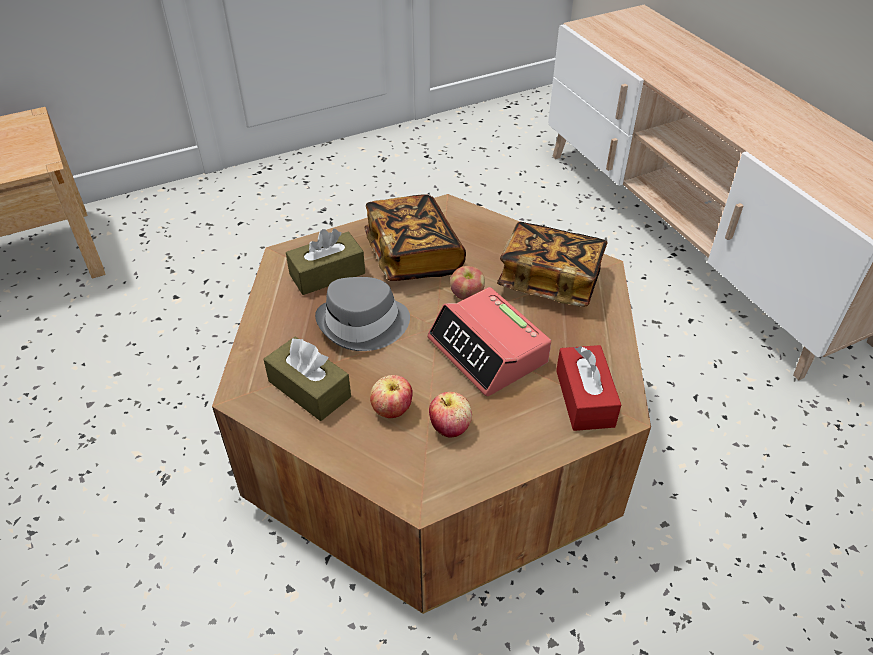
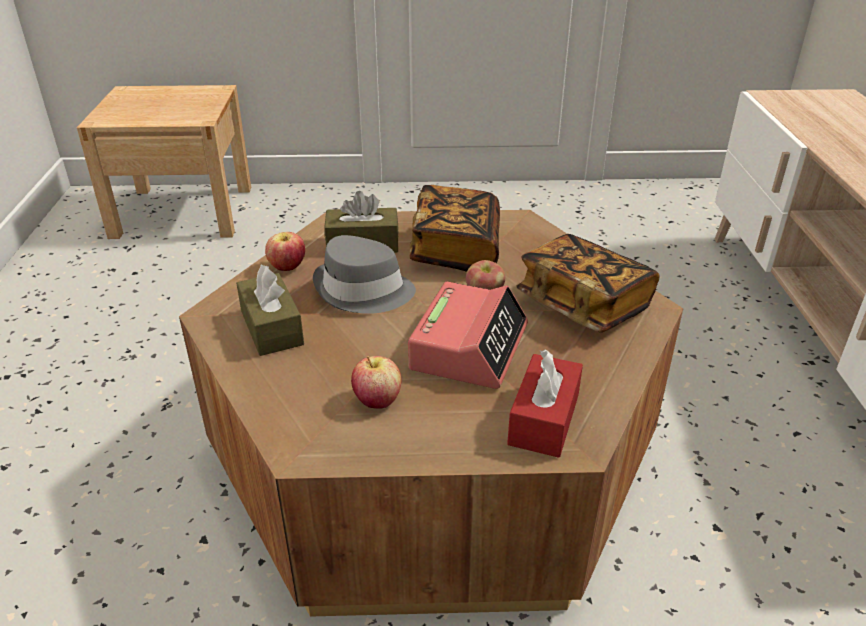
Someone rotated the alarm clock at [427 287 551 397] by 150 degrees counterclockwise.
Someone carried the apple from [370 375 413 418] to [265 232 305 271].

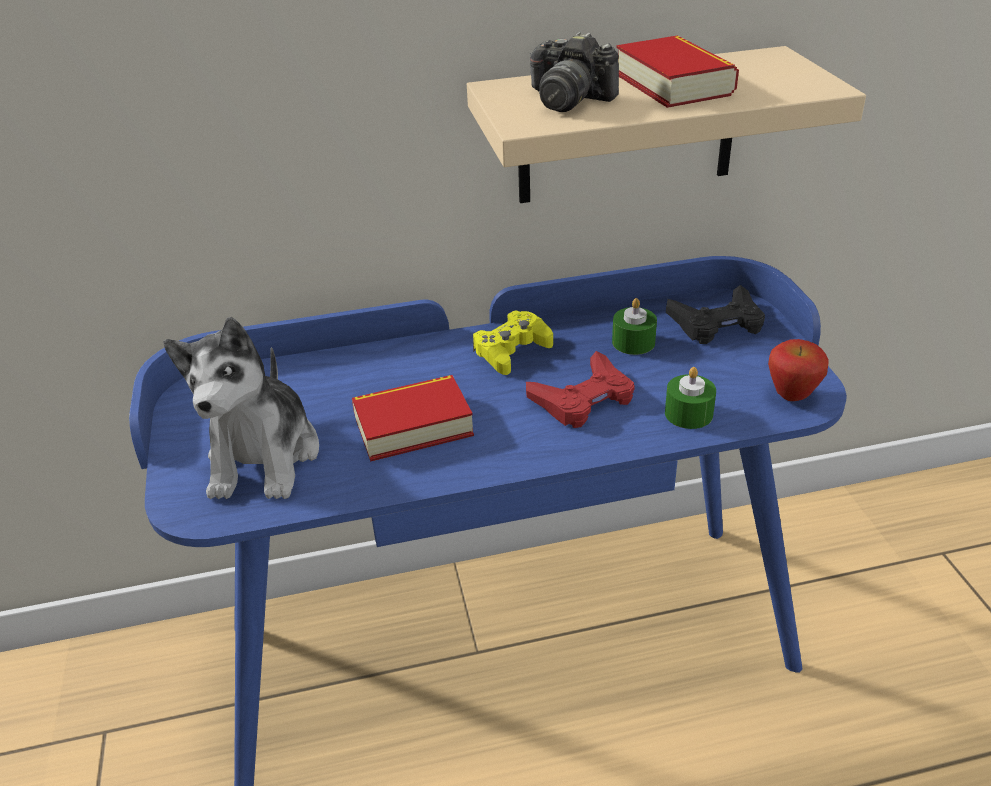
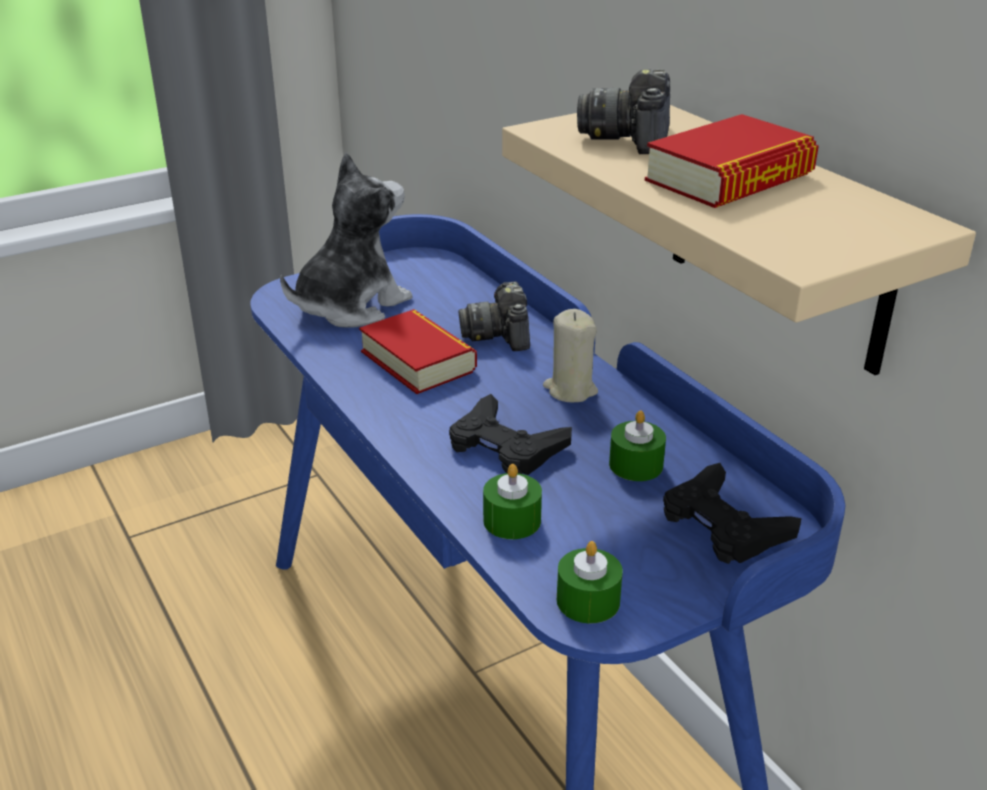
Someone swapped the yellow game controller at [473 310 553 375] for the beige candle at [543 309 598 402].
Someone rotated the plush toy at [163 317 319 499] by 150 degrees clockwise.
Someone swapped the apple at [768 339 829 401] for the green candle at [557 541 623 623].
Someone repainted the red game controller at [526 351 635 428], which became the black game controller at [449 394 572 475].
Someone put down the photo camera at [458 282 530 351].

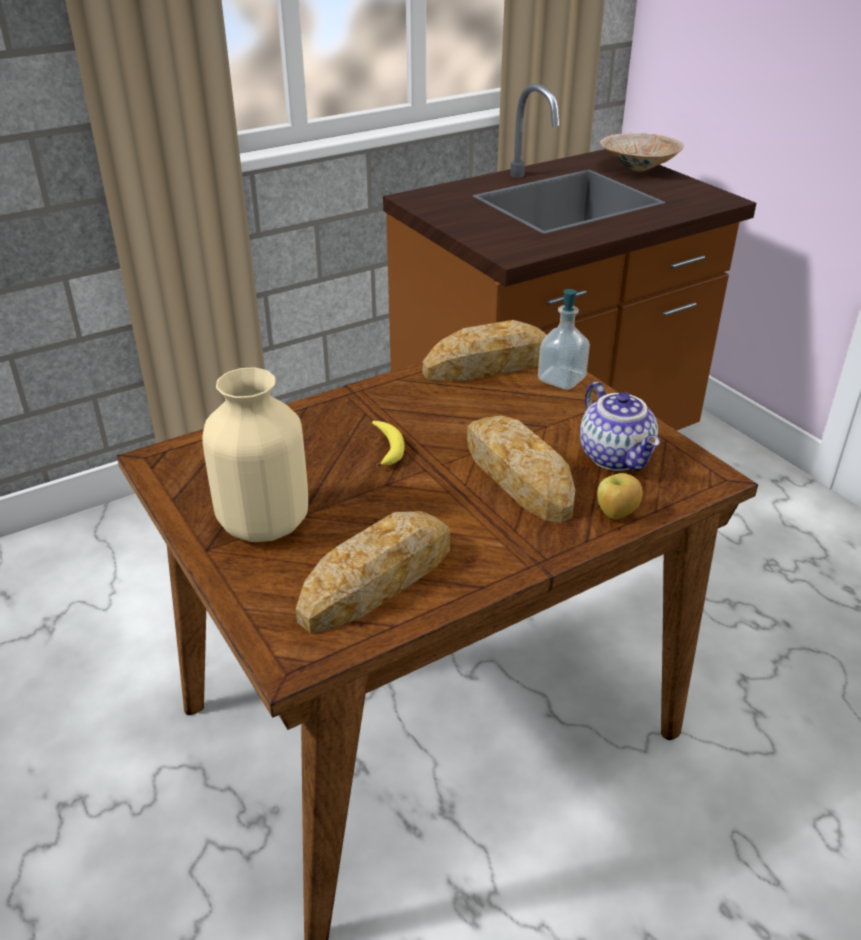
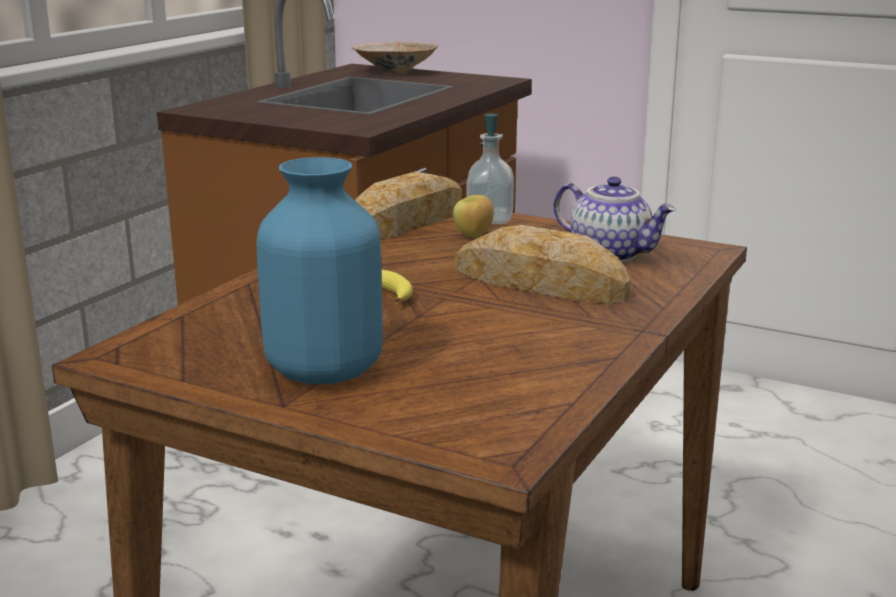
Someone repainted the beige vase at [202 367 308 542], which became the blue vase at [256 157 383 384].
Someone carried the apple from [597 473 643 519] to [453 195 494 238].
Someone took away the bread at [296 511 450 634].

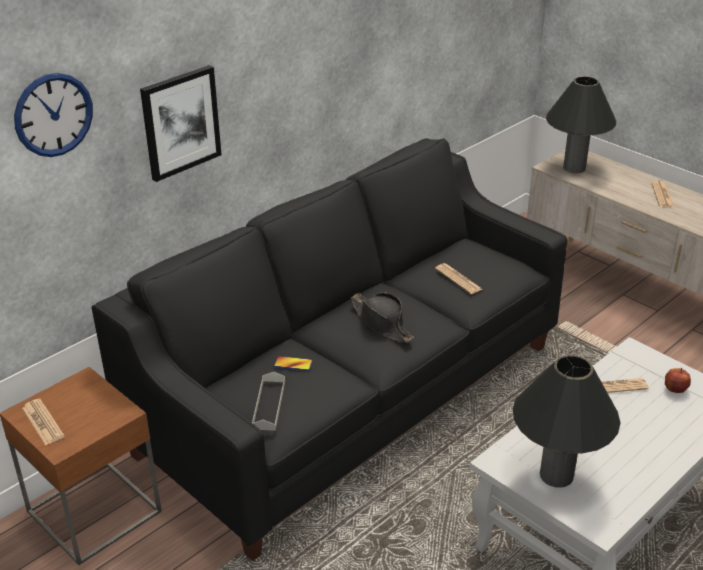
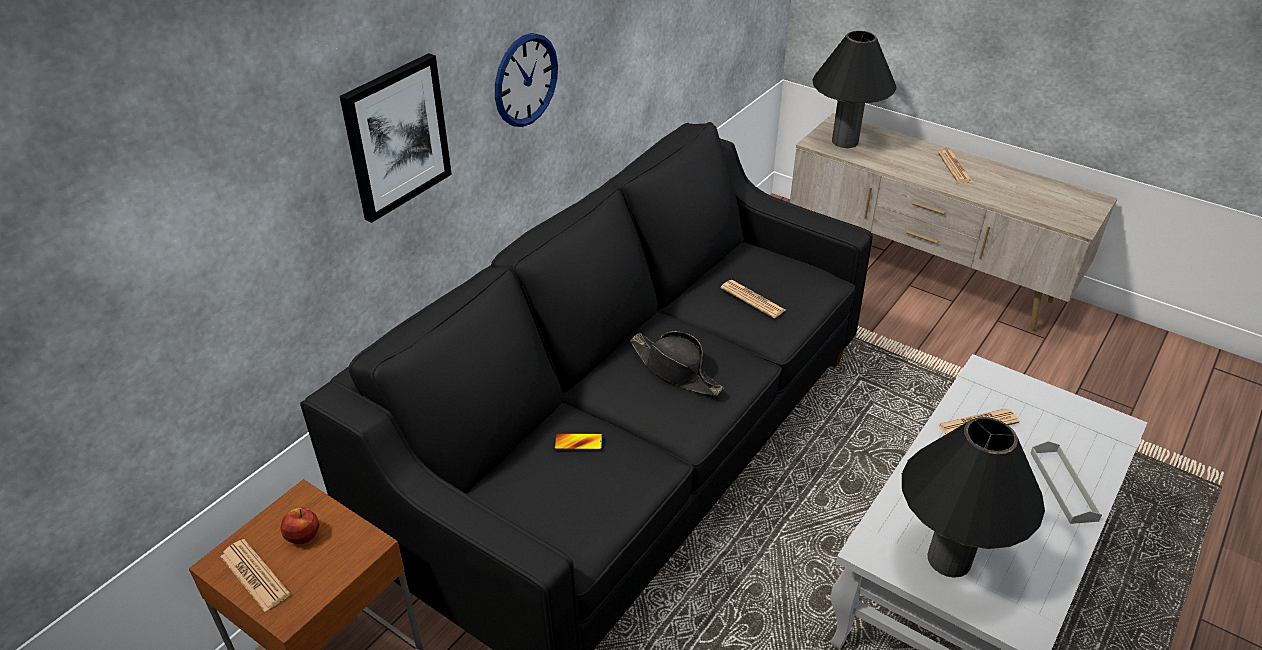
Someone carried the wall clock from [14 73 93 157] to [495 33 558 127].
Someone carried the apple from [665 368 691 393] to [280 508 320 544].
Someone carried the grey tray from [252 372 285 431] to [1030 441 1102 524].

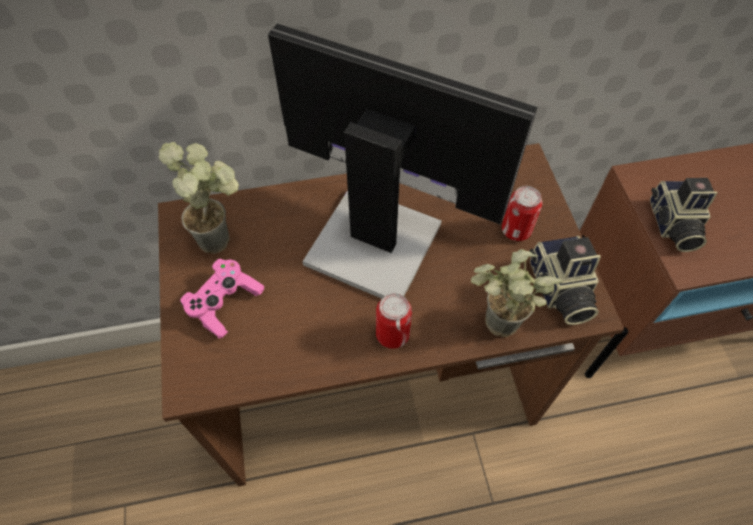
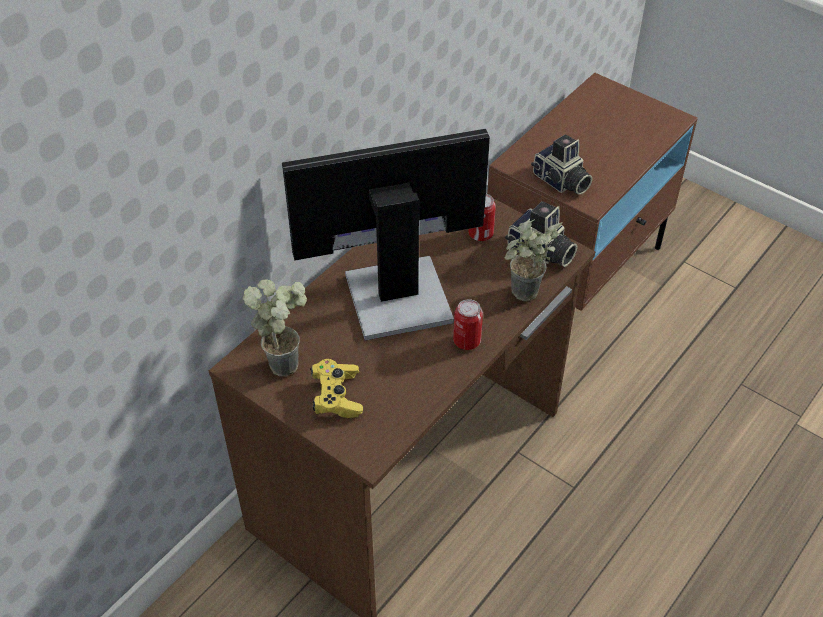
Someone repainted the pink game controller at [180 259 264 339], which became the yellow game controller at [310 359 363 418].

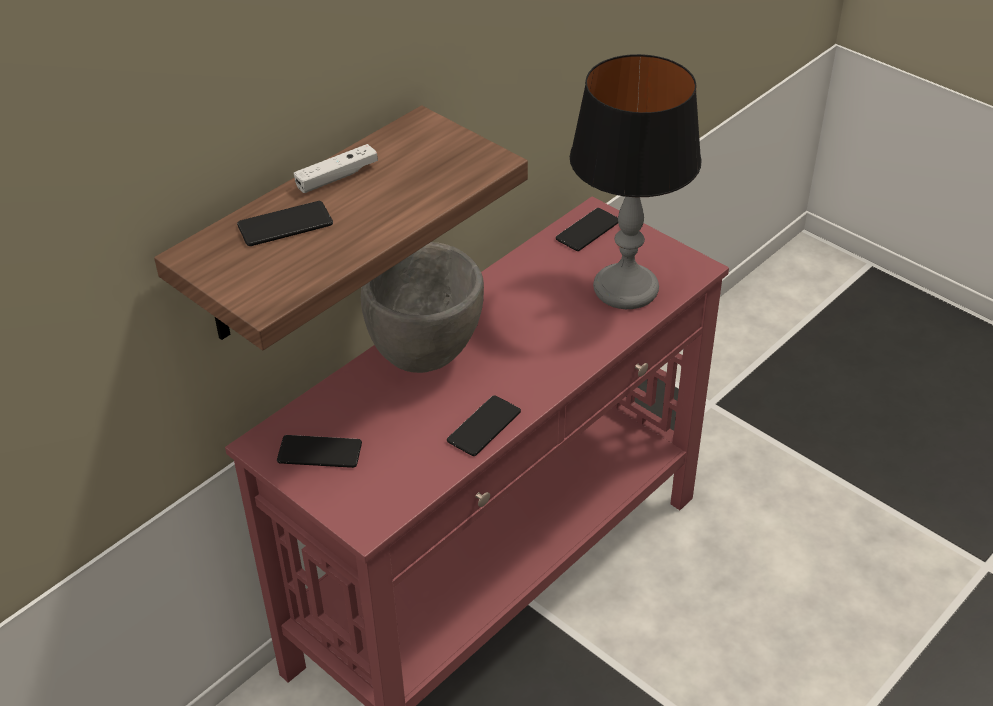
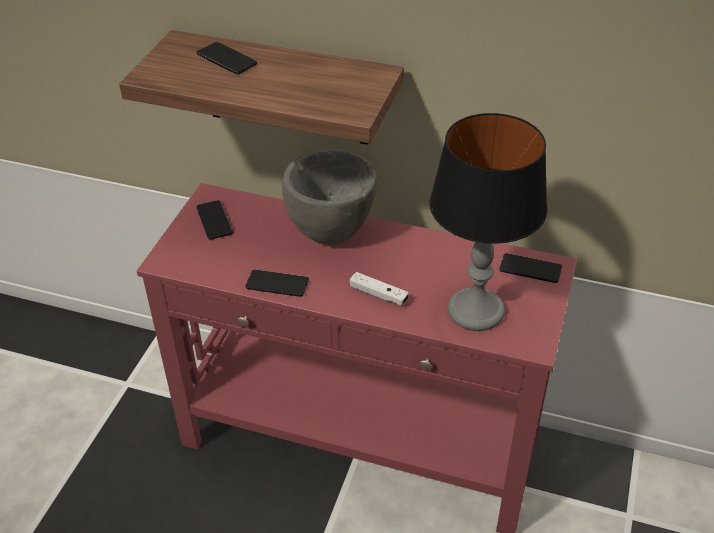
Someone carried the white game controller from [294 144 378 193] to [349 272 409 306].

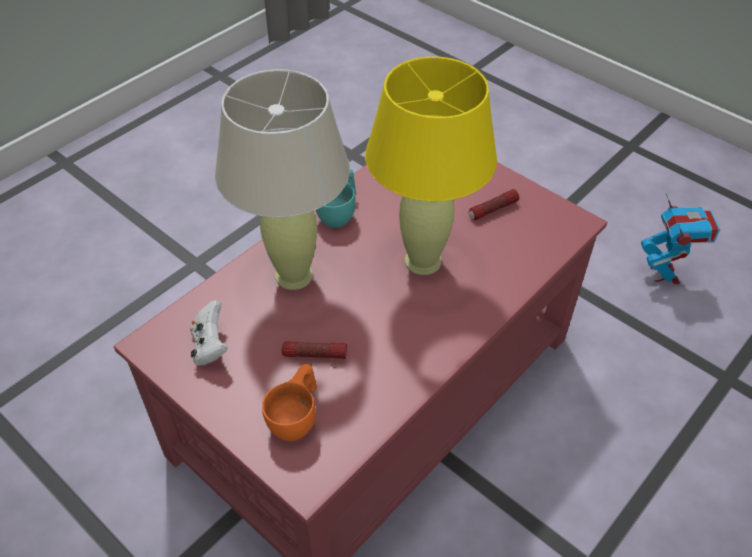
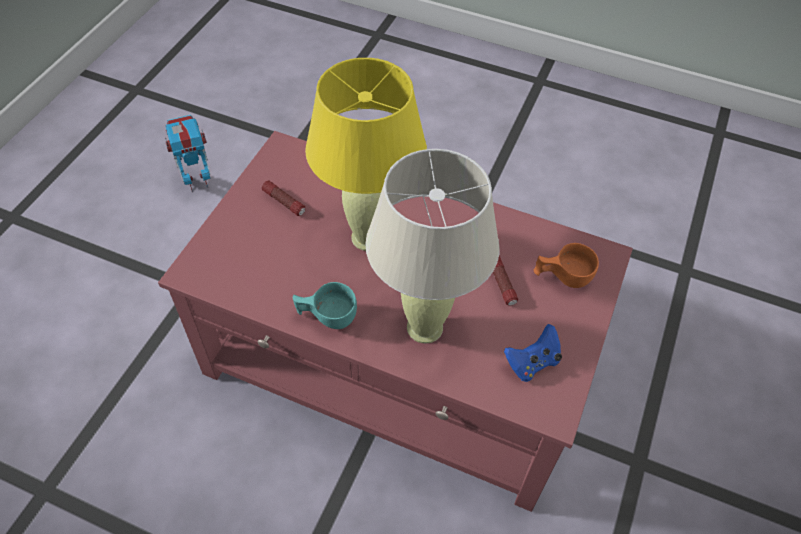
Someone repainted the white game controller at [190 300 228 366], which became the blue game controller at [504 324 562 382].

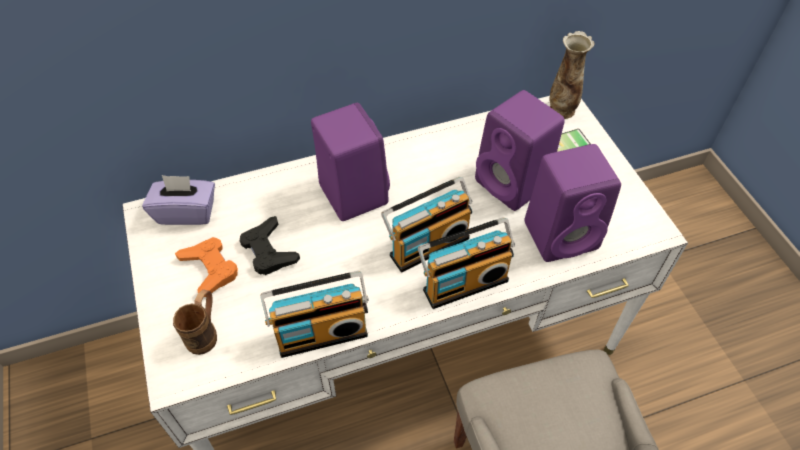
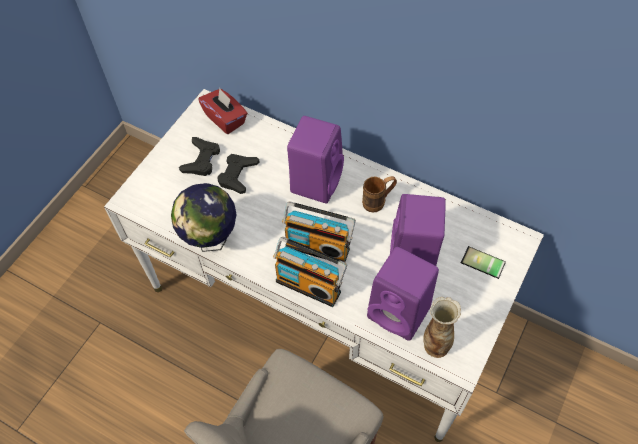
Someone carried the vase from [550 31 594 119] to [423 297 461 358].
Someone repainted the purple tissue box at [142 175 215 225], which became the red tissue box at [198 88 248 134].
Someone repainted the orange game controller at [175 237 238 297], which became the black game controller at [179 137 220 176].
Someone swapped the radio at [260 271 369 358] for the globe at [171 183 237 252].
Someone carried the brown mug from [173 290 217 355] to [362 176 397 213].

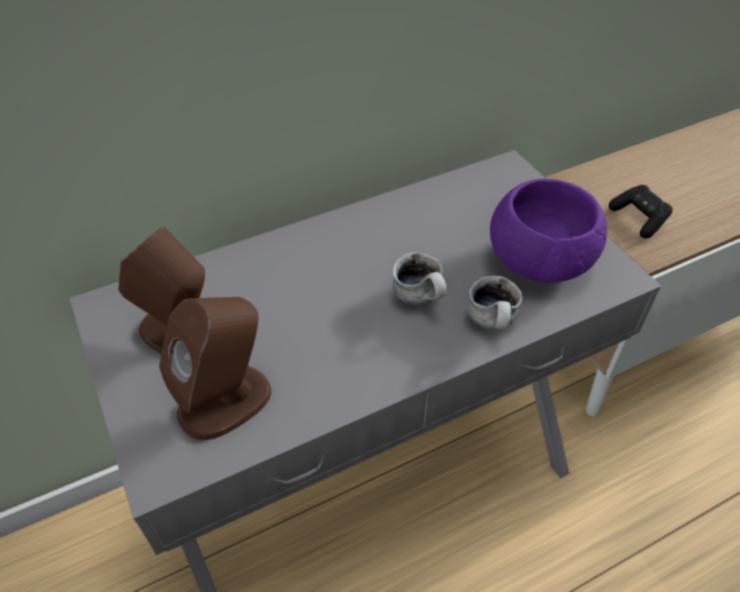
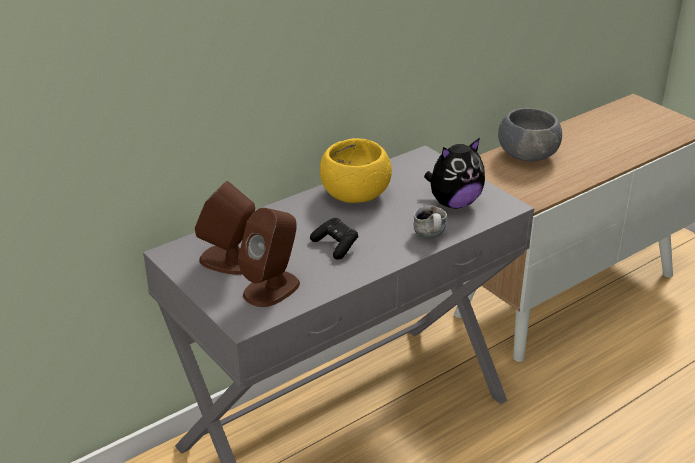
Someone swapped the purple bowl at [490 179 607 283] for the plush toy at [424 138 485 208].
Someone carried the black game controller from [609 185 673 238] to [310 218 358 260].
Someone took away the mug at [393 252 446 305].
Someone put down the grey bowl at [498 108 562 162].
Someone put down the yellow bowl at [320 138 392 203].

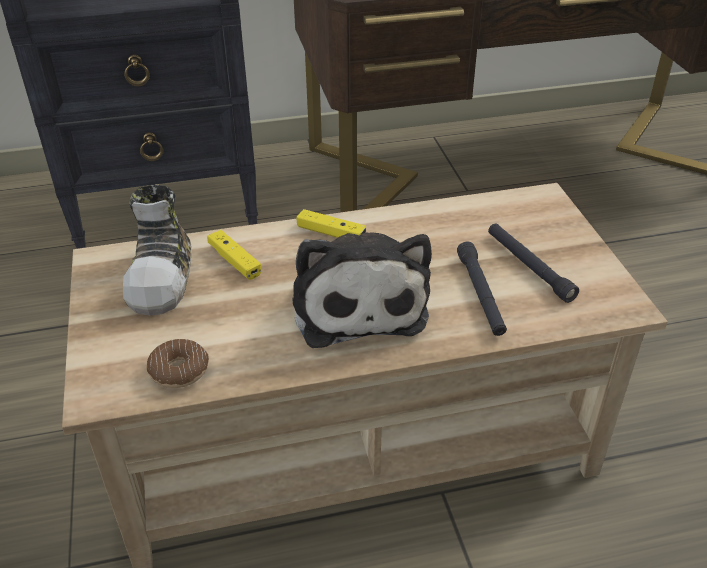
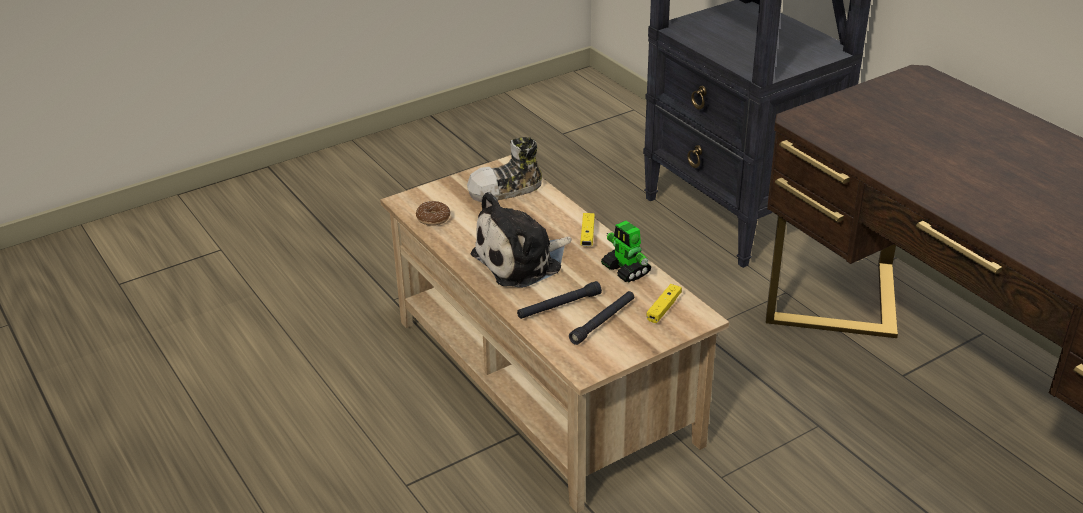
Someone carried the yellow game controller from [207 230 261 280] to [647 284 682 323].
Someone put down the toy robot at [601 221 652 283].

